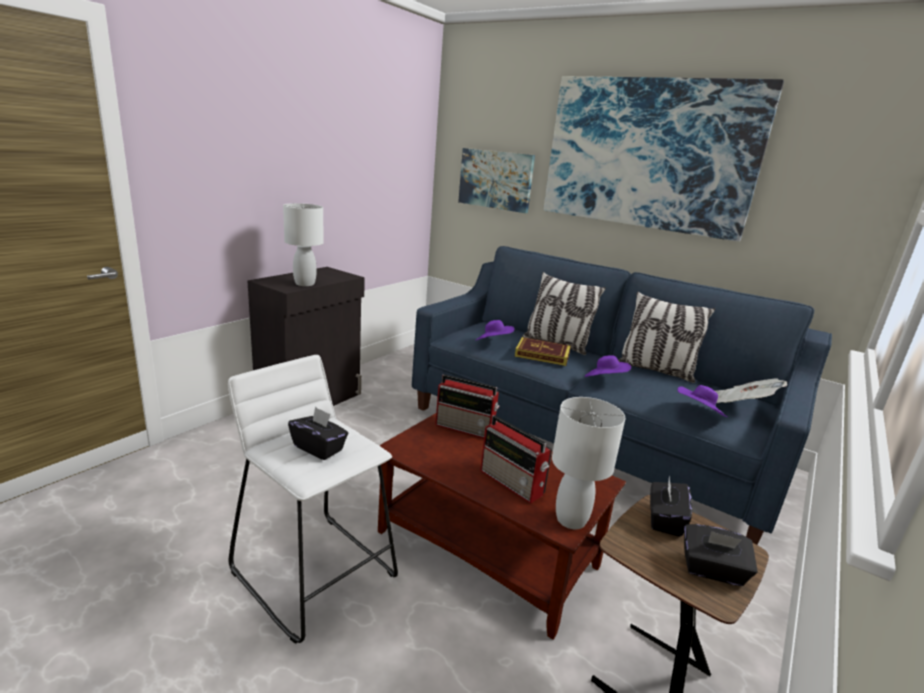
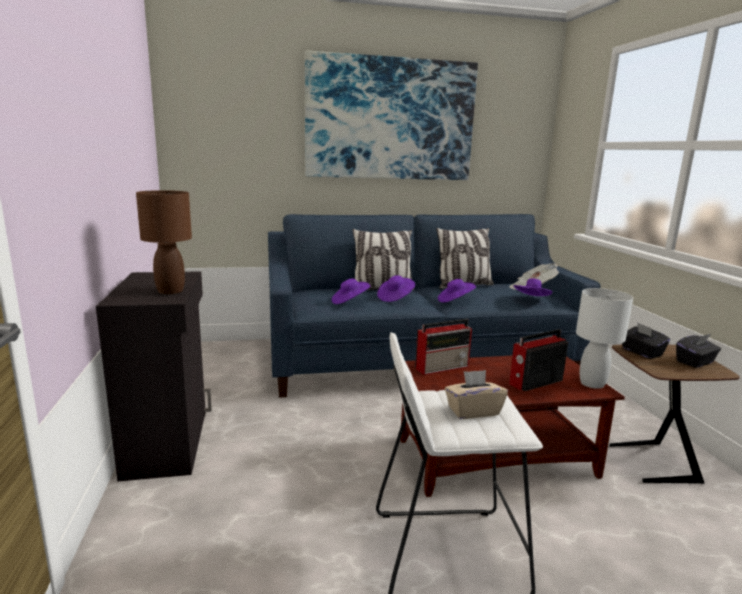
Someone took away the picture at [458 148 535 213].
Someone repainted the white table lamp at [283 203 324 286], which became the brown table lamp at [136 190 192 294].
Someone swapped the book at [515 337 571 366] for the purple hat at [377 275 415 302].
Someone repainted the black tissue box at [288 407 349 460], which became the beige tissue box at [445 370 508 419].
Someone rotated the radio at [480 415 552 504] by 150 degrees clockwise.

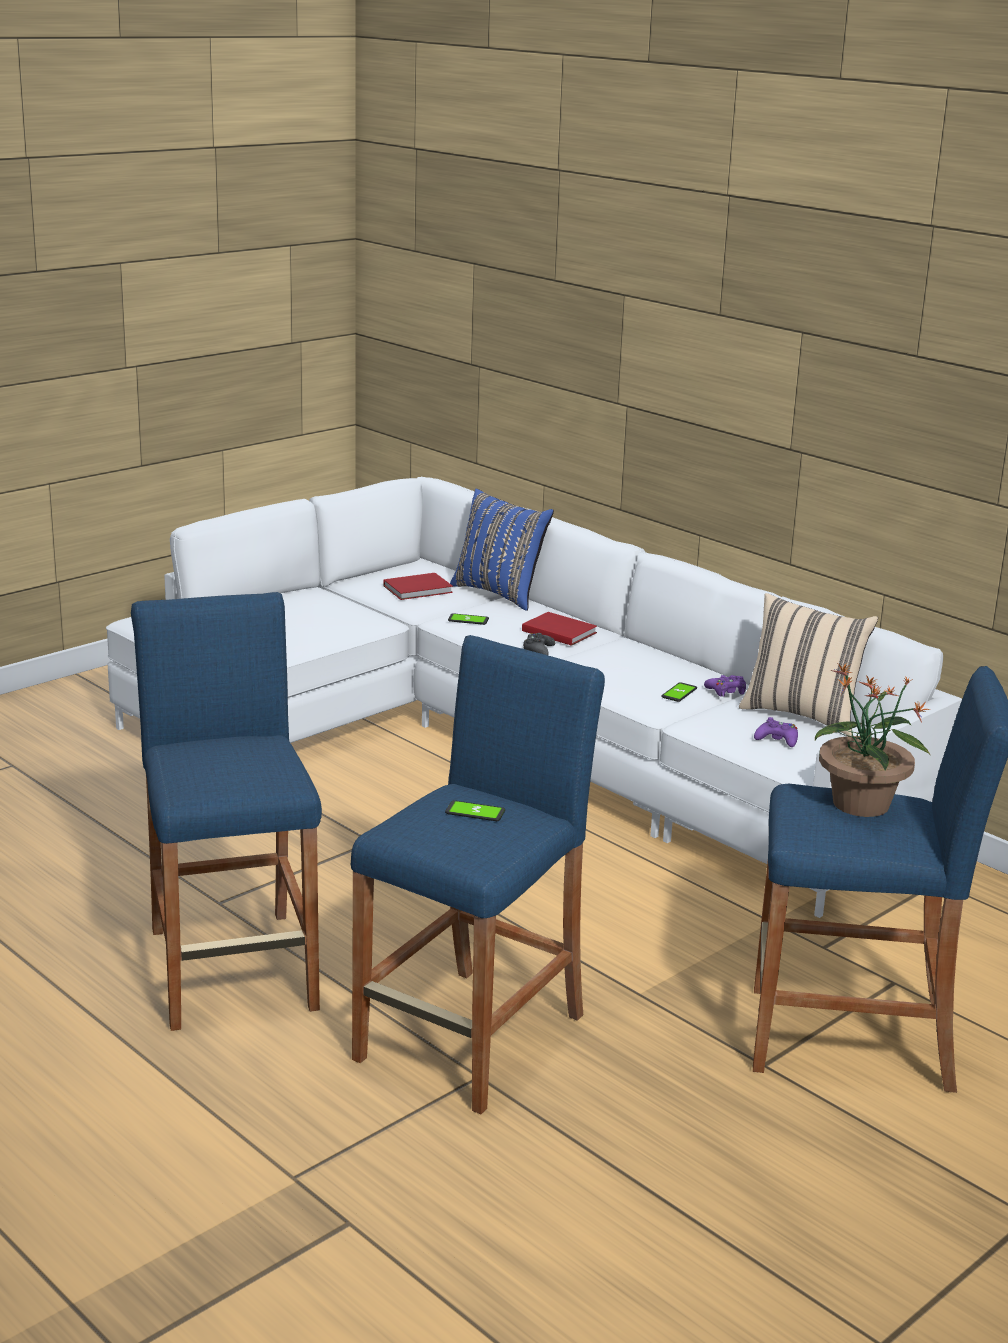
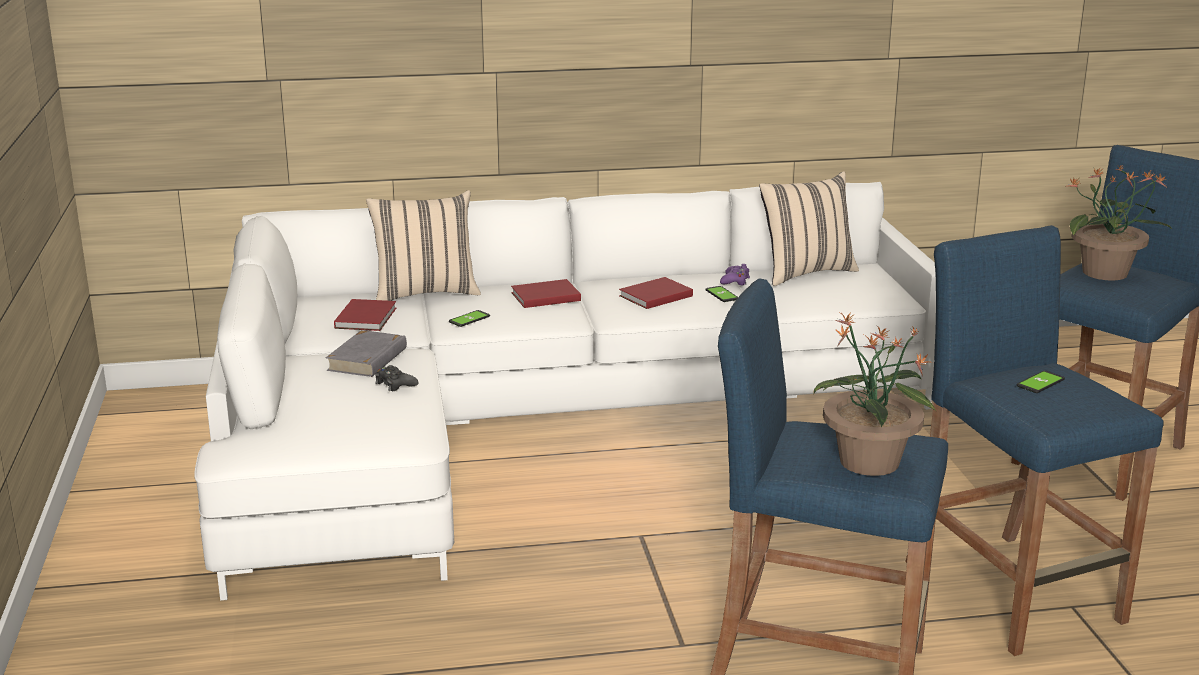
Someone repainted the blue pillow at [450 489 554 611], which became the beige pillow at [366 190 481 301].
Someone carried the black game controller from [523 633 555 655] to [375 365 418 392].
Someone took away the purple game controller at [754 717 798 747].
Someone put down the red book at [619 277 693 309].
Someone put down the potted plant at [813 312 937 476].
Someone put down the grey book at [326 330 407 377].

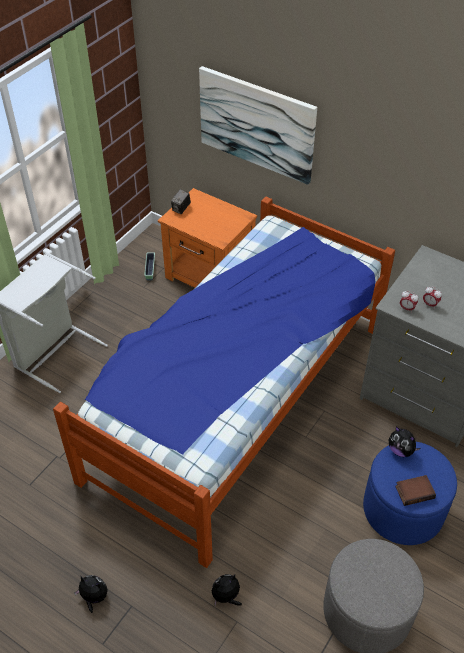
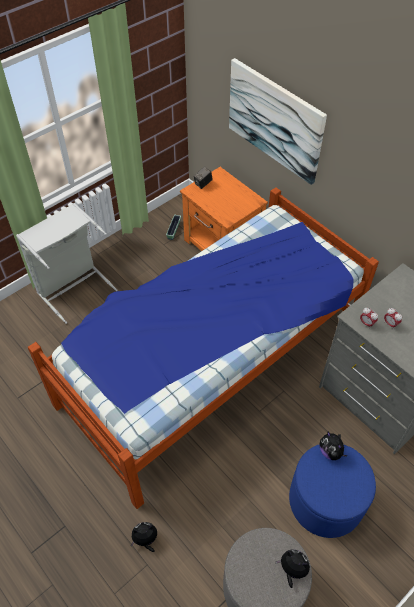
Someone took away the book at [395 475 436 506].
Someone carried the plush toy from [74 575 108 613] to [276 549 310 588].

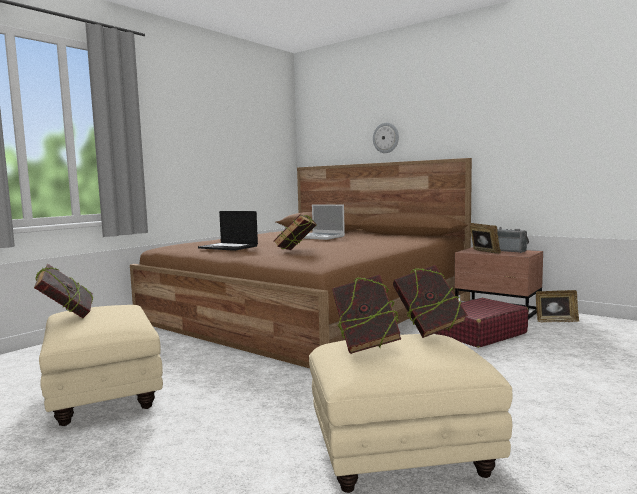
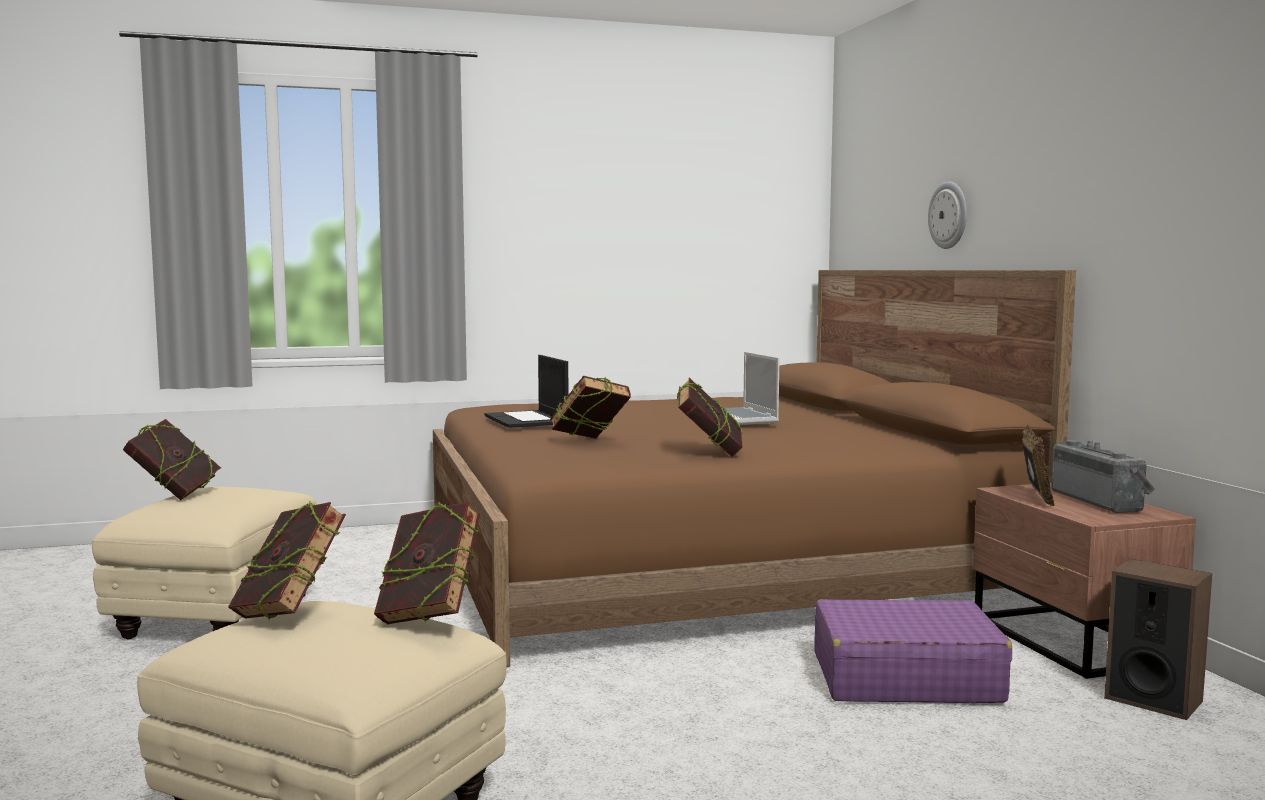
Someone swapped the picture frame at [536 290 579 322] for the speaker at [1104 559 1212 720].
Someone repainted the red suitcase at [435 298 528 348], which became the purple suitcase at [814 599 1012 703].
Someone put down the book at [677 378 743 457].

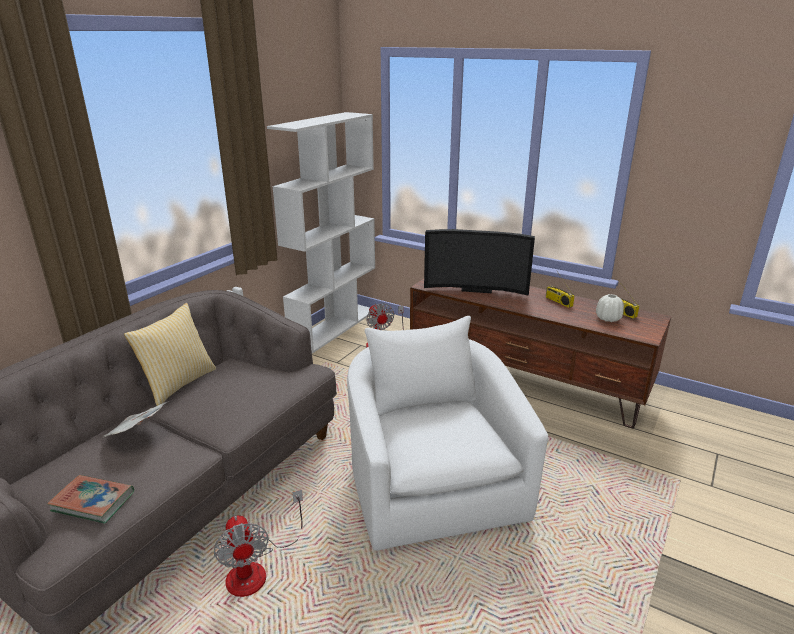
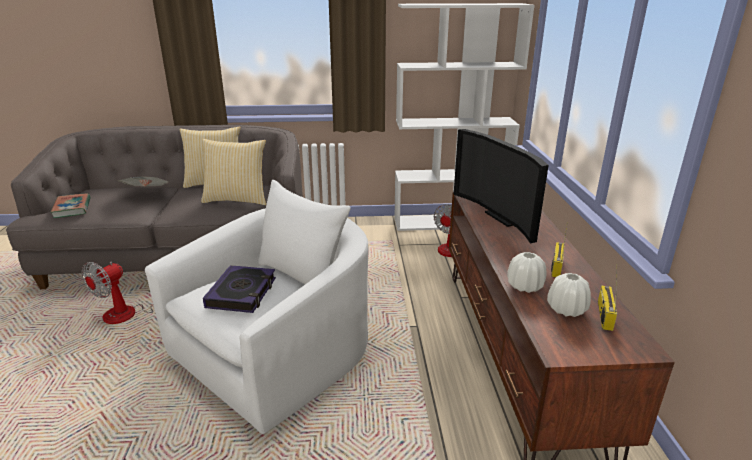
Someone put down the pillow at [201 139 266 205].
Someone put down the white vase at [507 252 546 293].
Someone put down the book at [203 265 276 313].

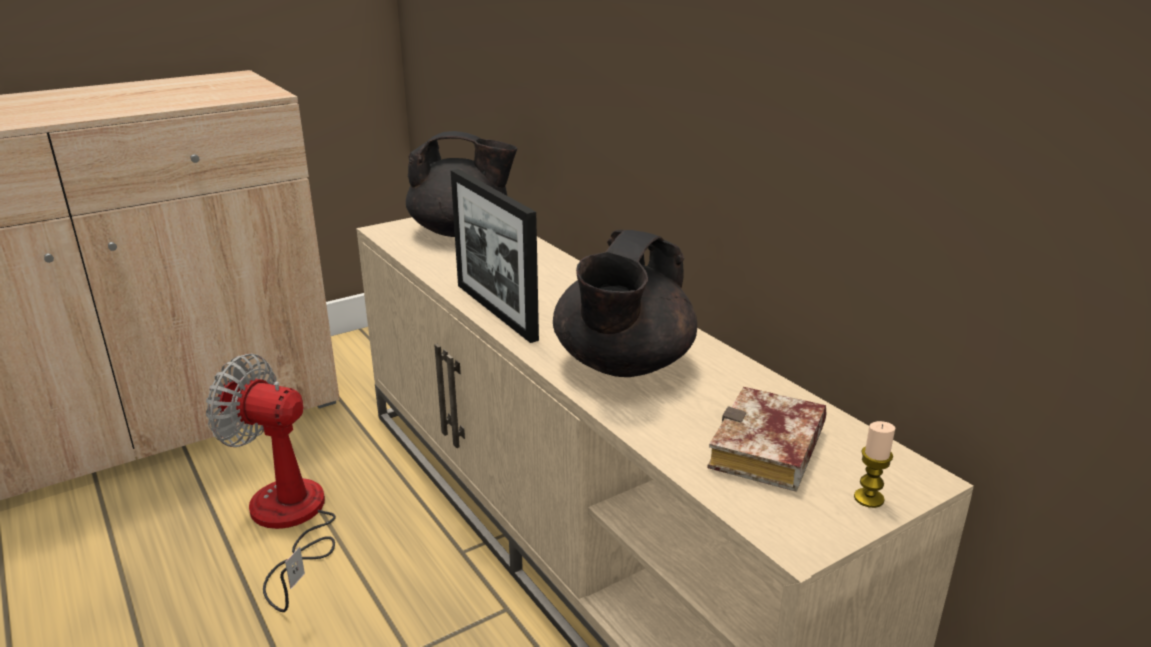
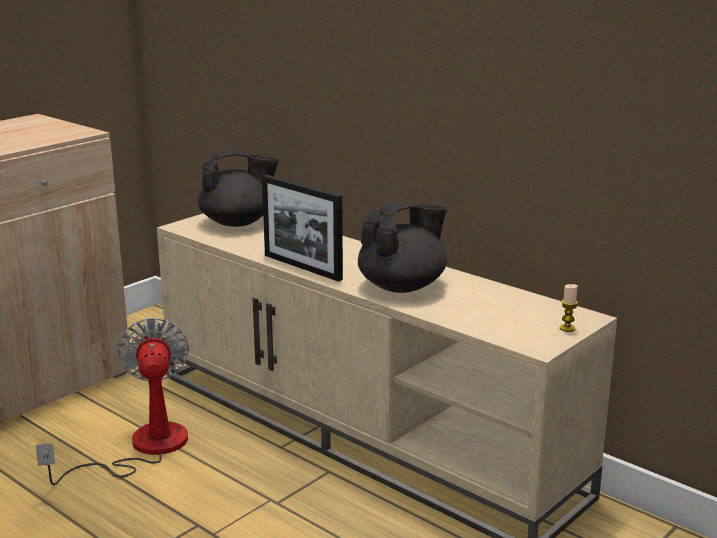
Someone rotated the black teapot at [553 230 697 377] by 135 degrees counterclockwise.
Someone rotated the fan at [206 354 336 612] by 75 degrees clockwise.
Someone took away the book at [707 387 827 492].

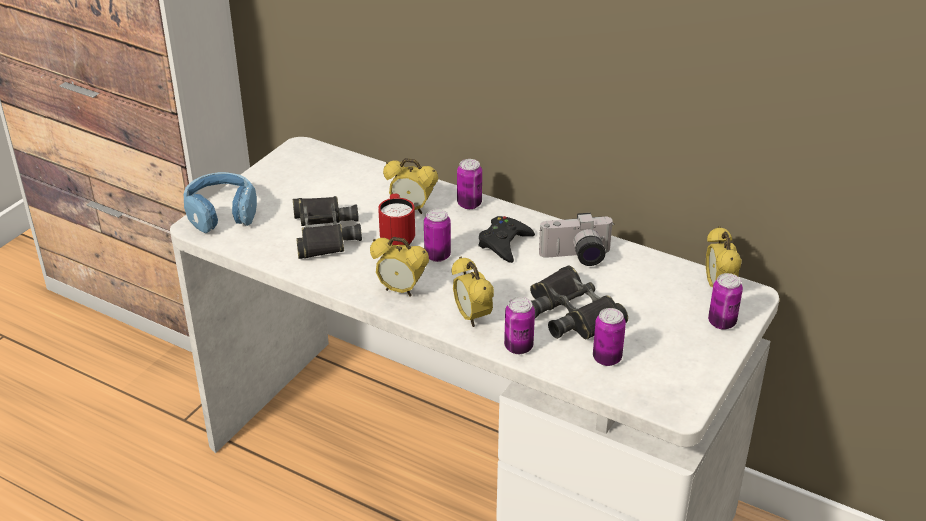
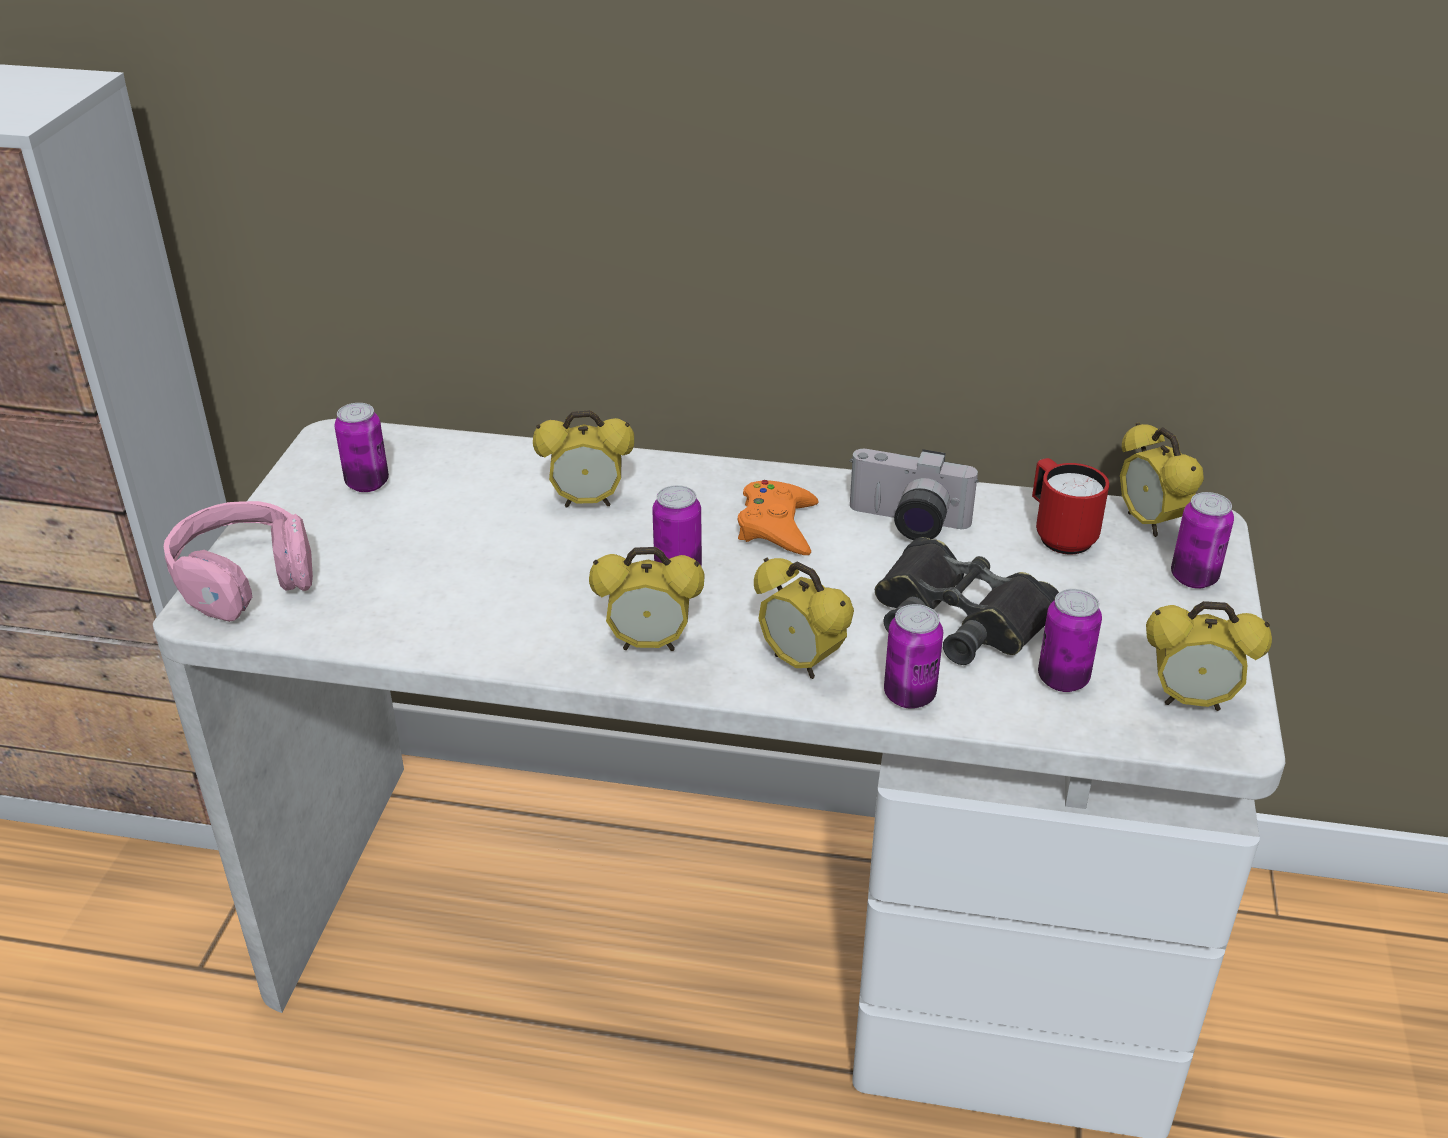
Someone carried the can from [457 159 482 209] to [334 403 389 492].
Someone repainted the blue headphones at [184 172 257 233], which became the pink headphones at [164 501 313 622].
Someone carried the red mug from [378 194 415 246] to [1032 458 1109 554].
Someone took away the black binoculars at [293 196 362 259].
Someone rotated the photo camera at [539 213 614 266] by 45 degrees clockwise.
Someone repainted the black game controller at [478 216 535 263], which became the orange game controller at [738 480 818 555].
Someone put down the alarm clock at [1146 601 1272 711].

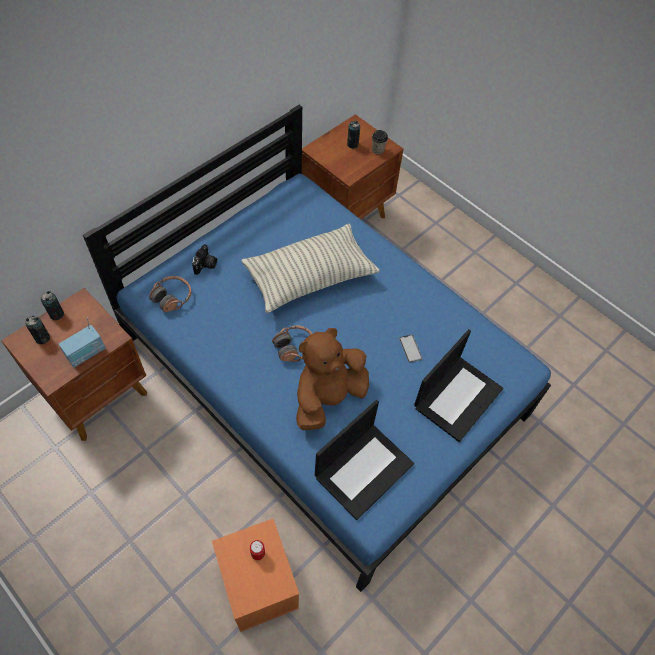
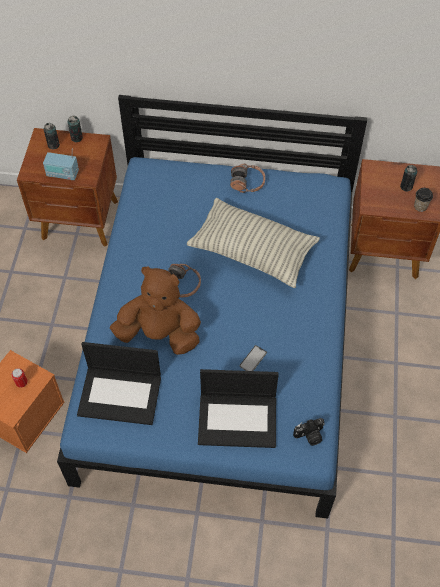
Someone carried the photo camera from [192 244 217 275] to [293 418 325 446].
Someone carried the headphones from [149 276 191 312] to [230 163 265 193].

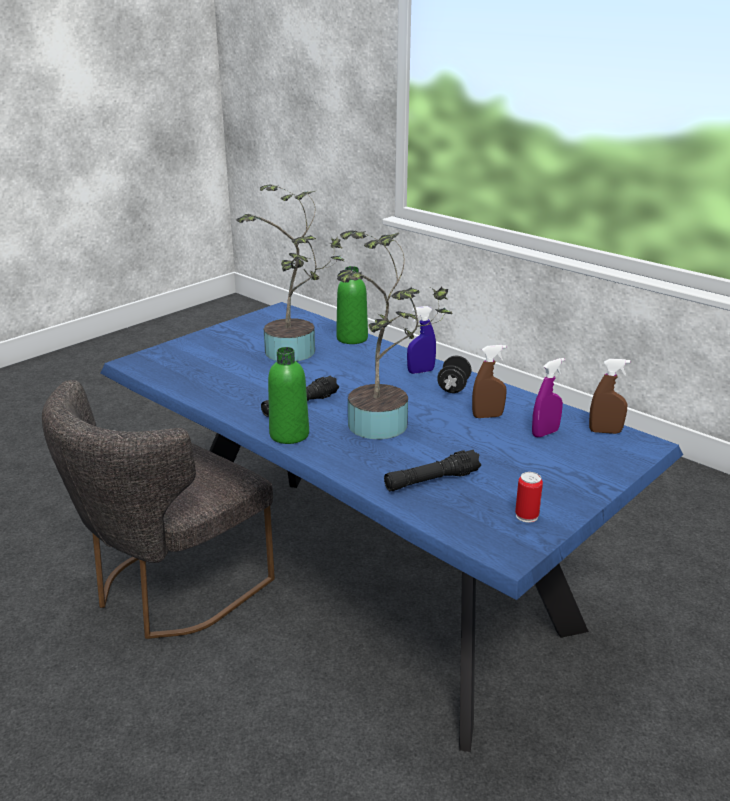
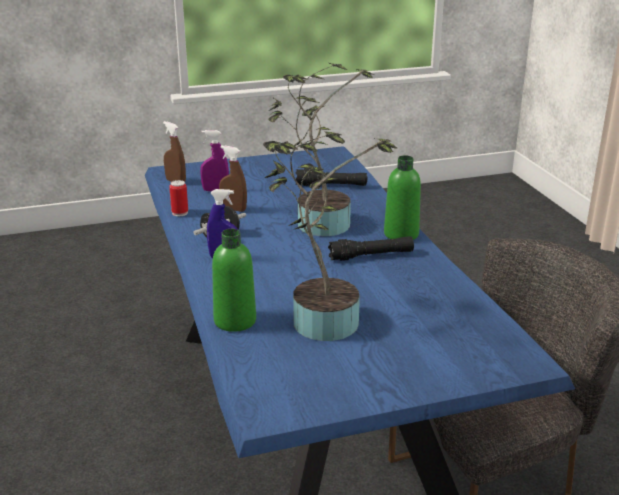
Someone carried the can from [515 472 543 523] to [169 180 188 216].

